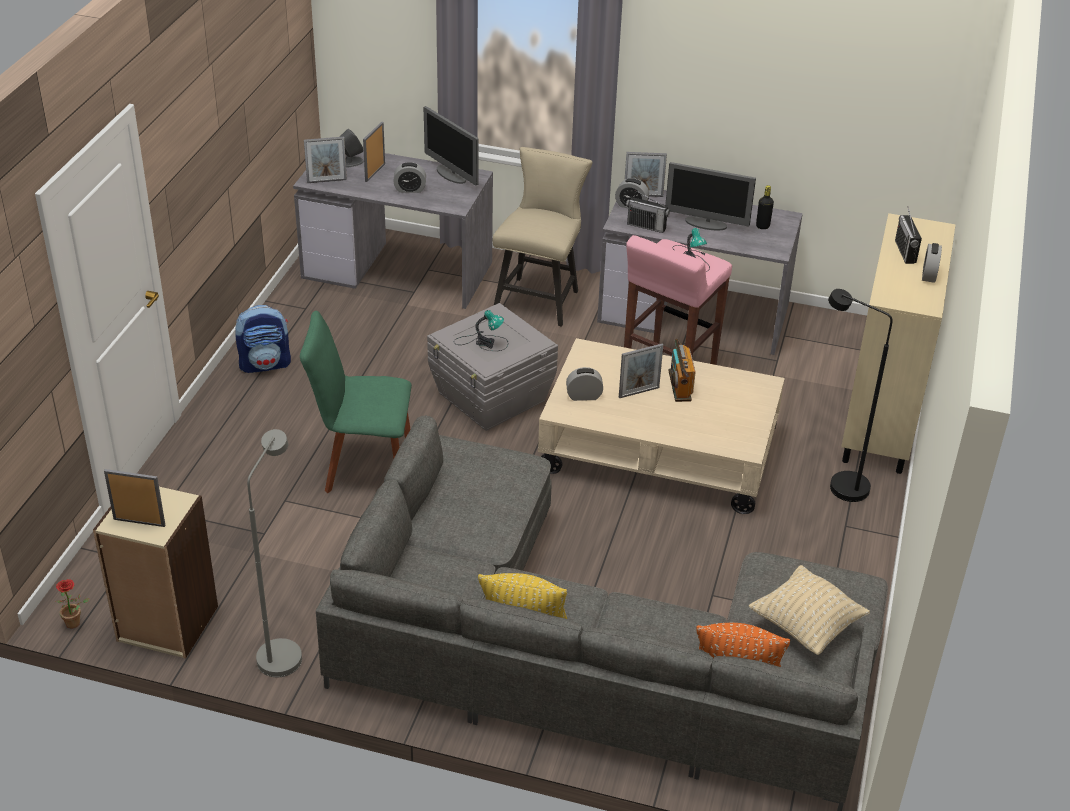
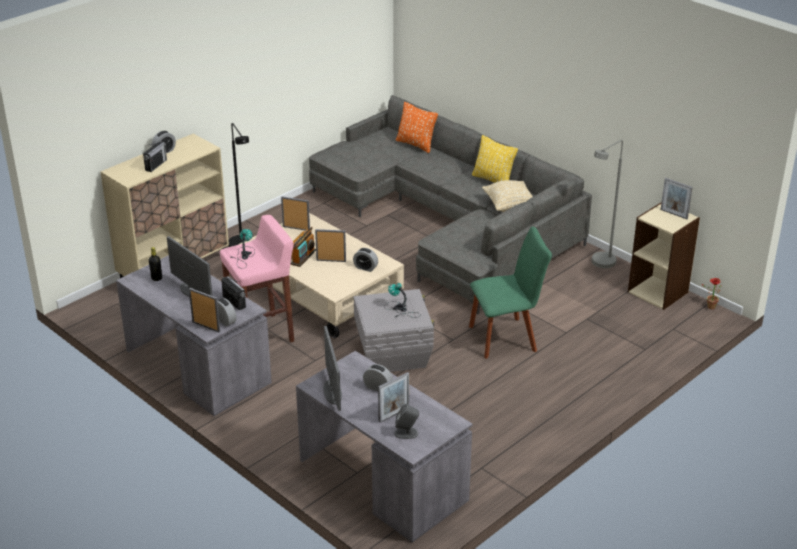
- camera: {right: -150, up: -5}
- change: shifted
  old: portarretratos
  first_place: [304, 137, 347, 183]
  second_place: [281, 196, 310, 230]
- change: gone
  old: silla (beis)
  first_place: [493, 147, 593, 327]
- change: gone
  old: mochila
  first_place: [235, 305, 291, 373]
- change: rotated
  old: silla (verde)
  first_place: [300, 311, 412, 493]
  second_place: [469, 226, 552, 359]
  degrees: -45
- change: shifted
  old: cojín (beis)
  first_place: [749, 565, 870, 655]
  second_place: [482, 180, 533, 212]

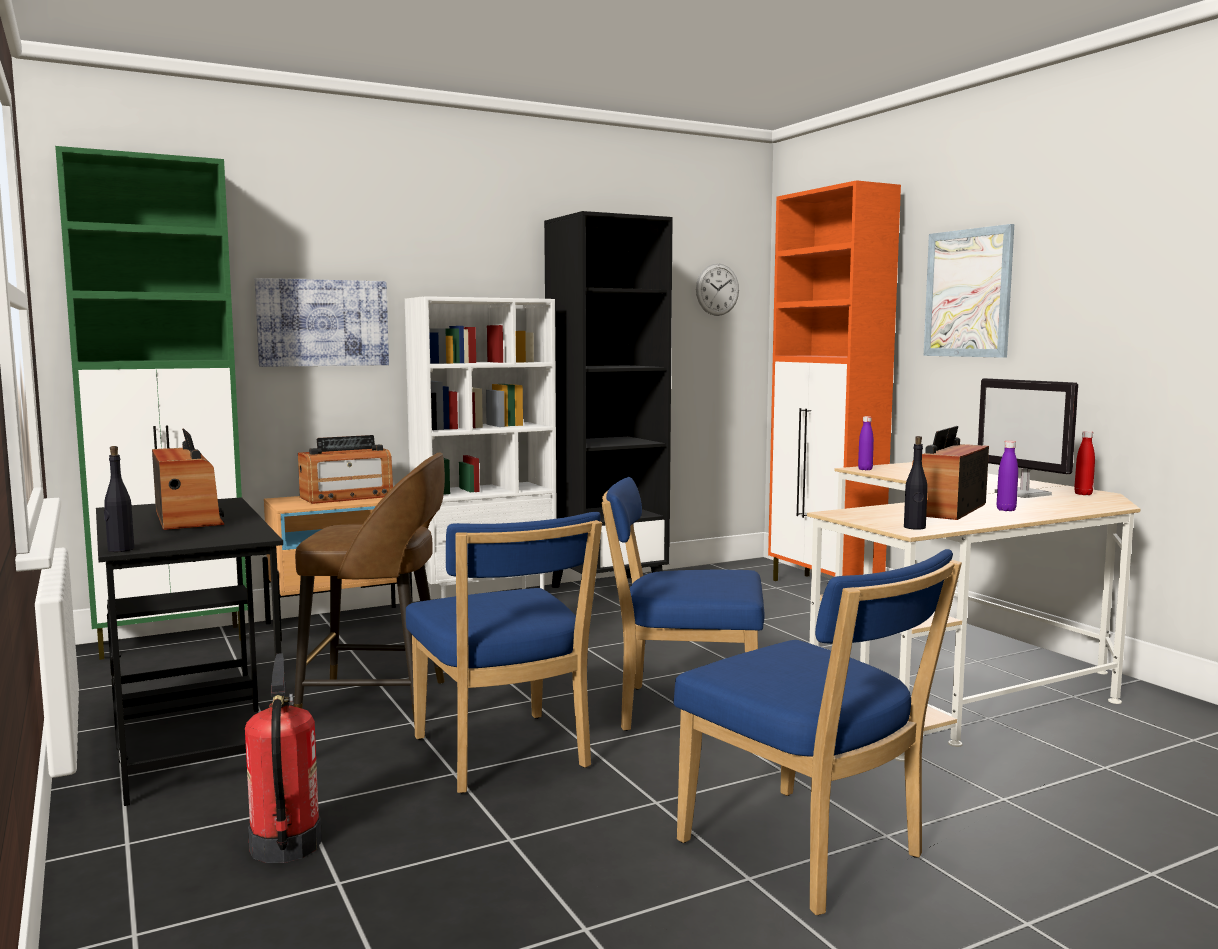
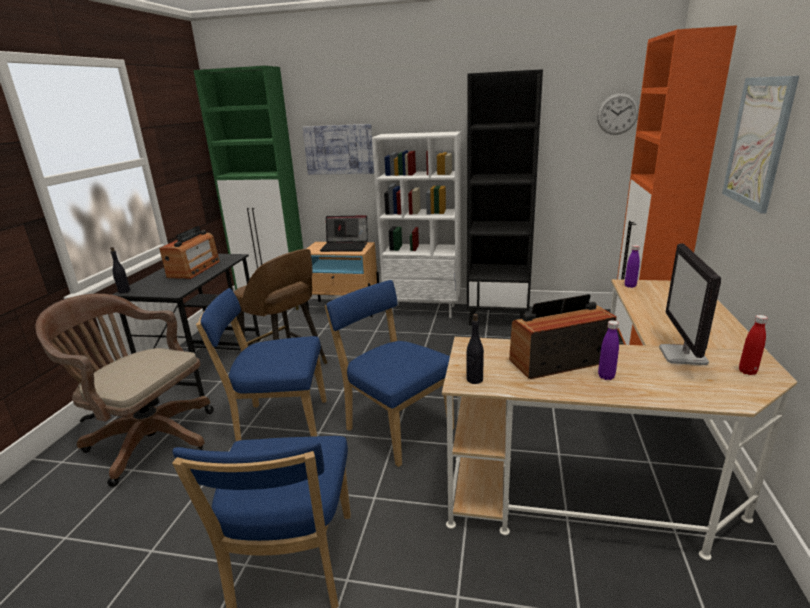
- camera: {right: 40, up: 15}
- change: swapped
  old: radio
  new: portátil
  first_place: [298, 435, 393, 504]
  second_place: [320, 215, 368, 252]
- change: rotated
  old: silla (azul)
  first_place: [406, 512, 602, 793]
  second_place: [196, 288, 326, 441]
  degrees: 75
- change: swapped
  old: extintor
  new: silla de oficina (marrón)
  first_place: [245, 653, 322, 863]
  second_place: [36, 294, 214, 487]

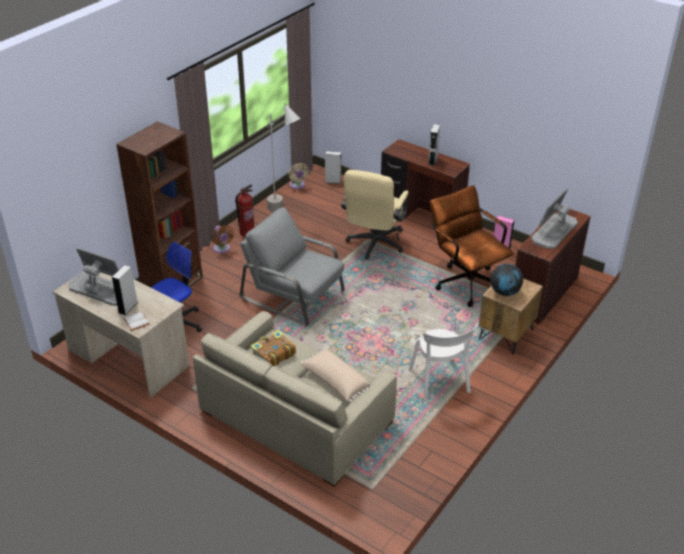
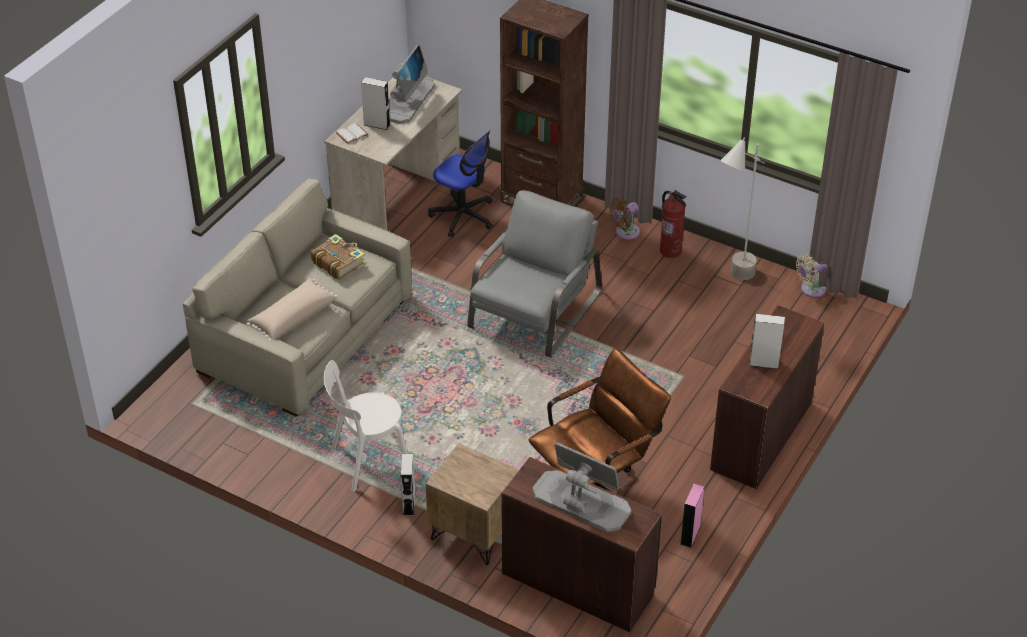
- camera: {right: 85, up: 5}
- change: shifted
  old: altavoz (gris)
  first_place: [325, 151, 341, 184]
  second_place: [400, 454, 415, 516]
- change: gone
  old: silla de oficina (beis)
  first_place: [341, 170, 409, 259]
- change: gone
  old: globo terráqueo
  first_place: [490, 264, 523, 296]

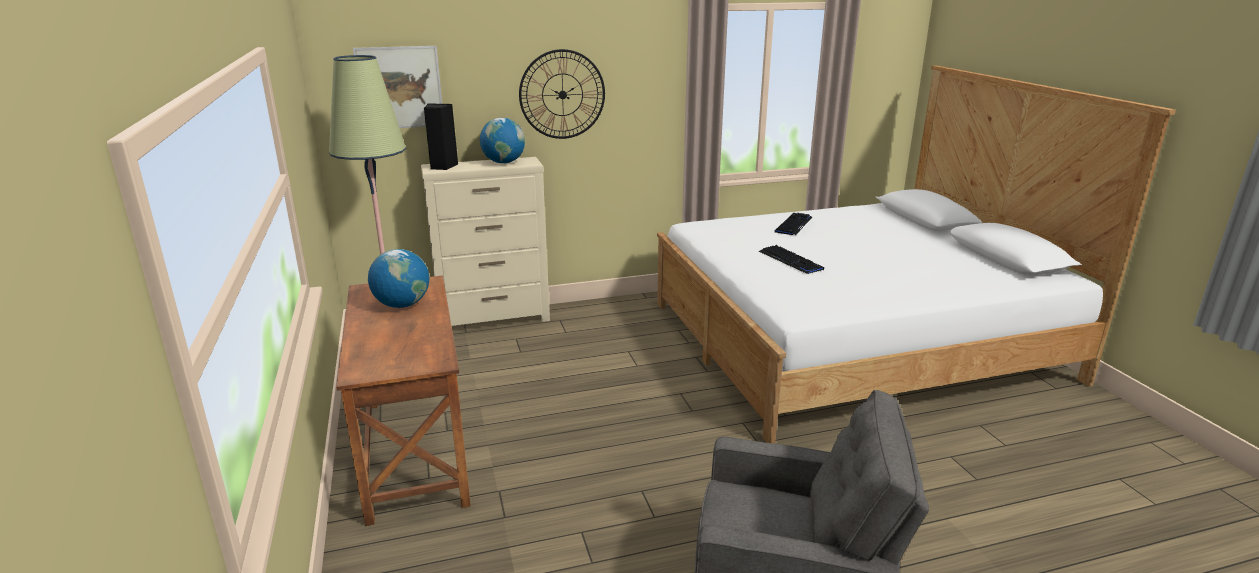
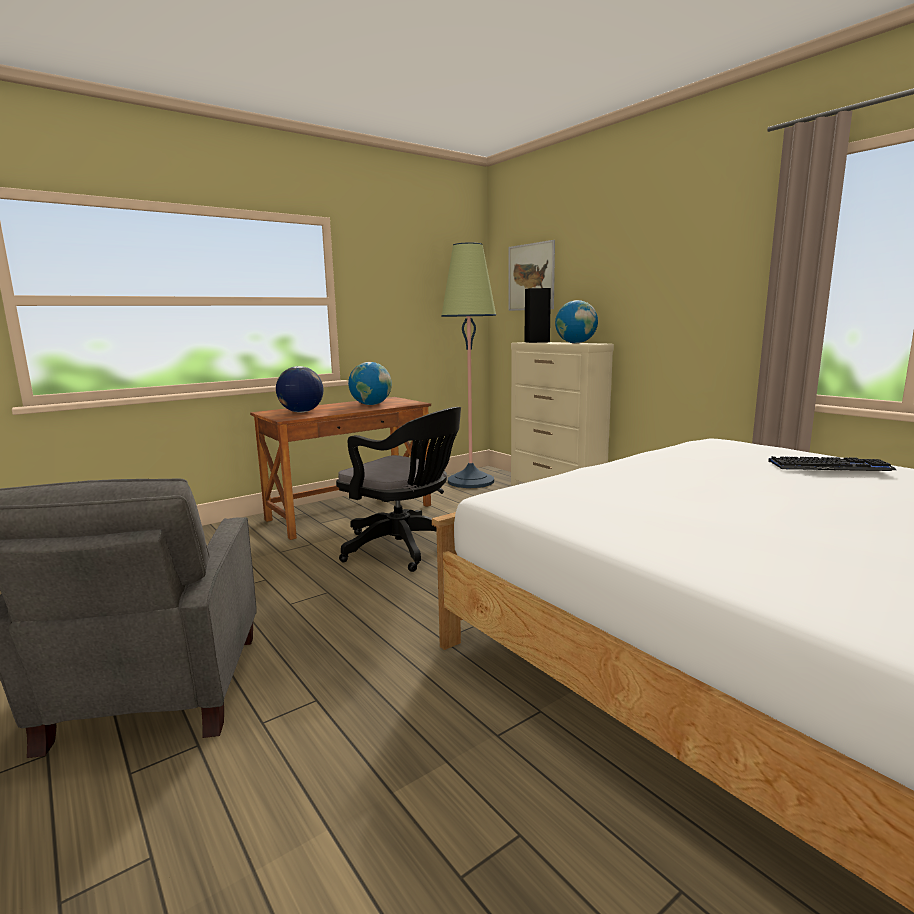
- camera: {right: 70, up: -10}
- change: gone
  old: reloj de pared
  first_place: [519, 49, 605, 139]
- change: gone
  old: teclado
  first_place: [759, 245, 824, 274]
- change: new
  new: globo terráqueo
  second_place: [276, 366, 323, 413]
- change: new
  new: silla de oficina (negro)
  second_place: [336, 407, 461, 572]

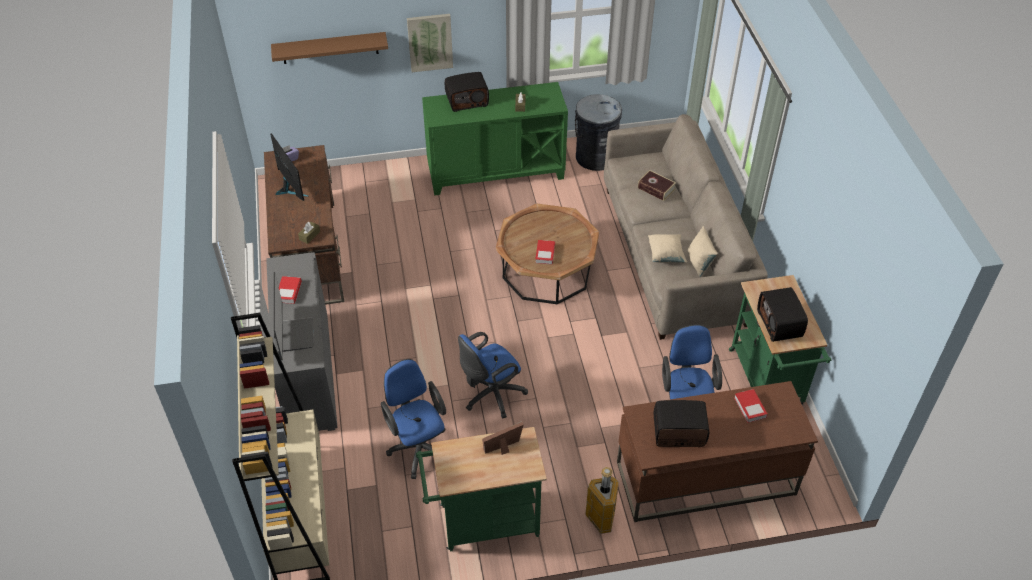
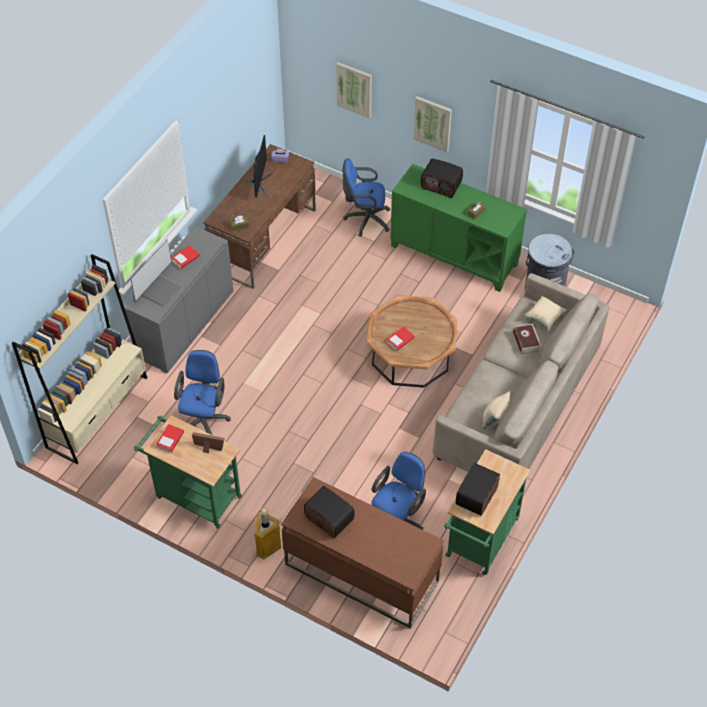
- camera: {right: 40, up: 5}
- change: swapped
  old: estante (marrón)
  new: cuadro
  first_place: [271, 32, 388, 64]
  second_place: [336, 62, 372, 119]
- change: shifted
  old: cojín (beis)
  first_place: [648, 234, 687, 263]
  second_place: [524, 296, 567, 331]
- change: shifted
  old: silla de oficina (azul)
  first_place: [458, 332, 528, 418]
  second_place: [343, 158, 390, 237]
- change: shifted
  old: libro
  first_place: [734, 389, 768, 423]
  second_place: [156, 424, 184, 453]

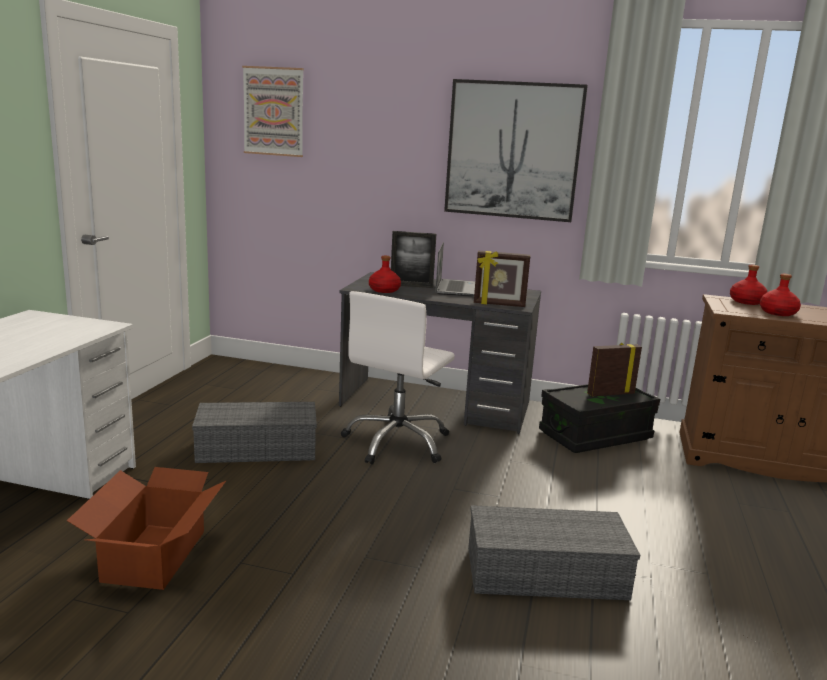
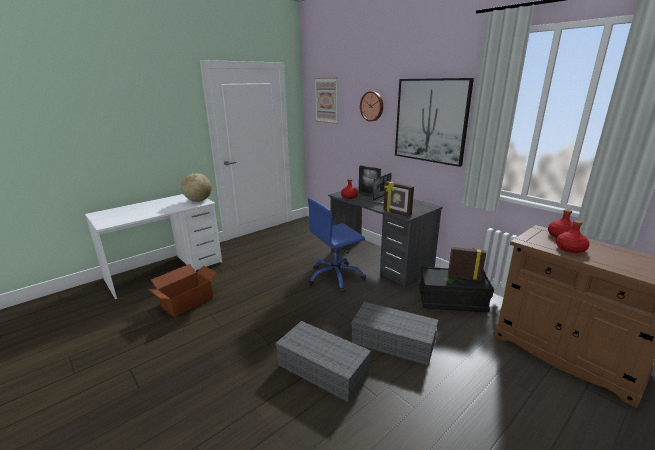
- camera: {right: 35, up: 5}
- change: repainted
  old: silla de oficina (blanco)
  new: silla de oficina (azul)
  first_place: [341, 291, 455, 464]
  second_place: [308, 198, 366, 293]
- change: shifted
  old: caja de almacenaje (gris)
  first_place: [192, 402, 317, 463]
  second_place: [351, 302, 438, 366]
- change: new
  new: reloj de pared
  second_place: [360, 91, 383, 121]
- change: new
  new: globo terráqueo
  second_place: [181, 173, 212, 202]

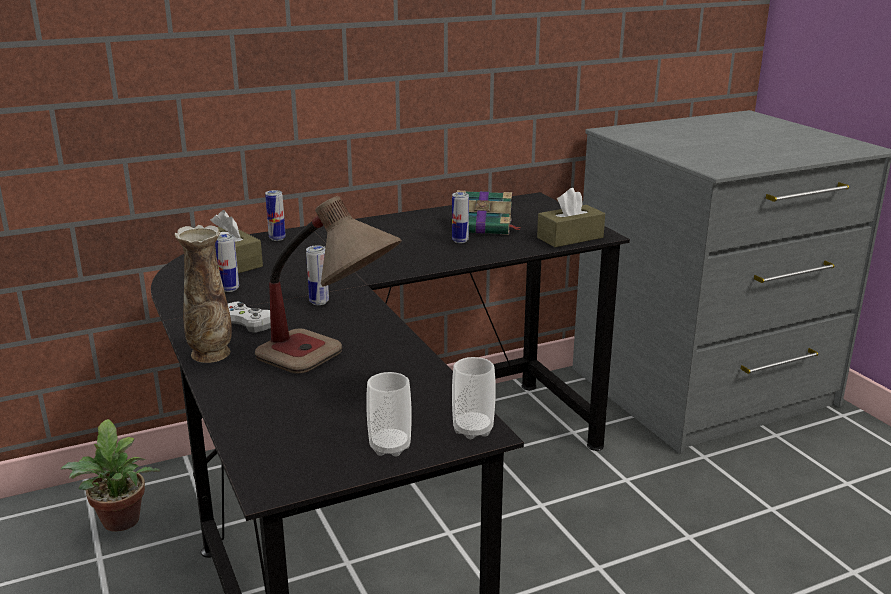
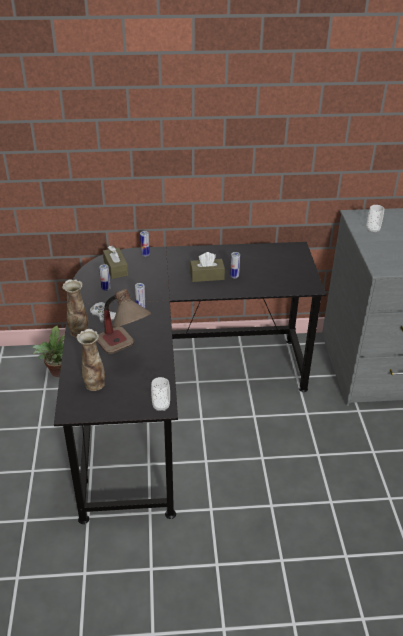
- camera: {right: 20, up: 15}
- change: shifted
  old: caja de pañuelos (marrón)
  first_place: [537, 188, 605, 247]
  second_place: [190, 252, 225, 282]
- change: gone
  old: libro
  first_place: [457, 190, 521, 235]
- change: shifted
  old: taza
  first_place: [366, 372, 412, 456]
  second_place: [366, 205, 384, 233]
- change: new
  new: florero
  second_place: [77, 329, 105, 391]

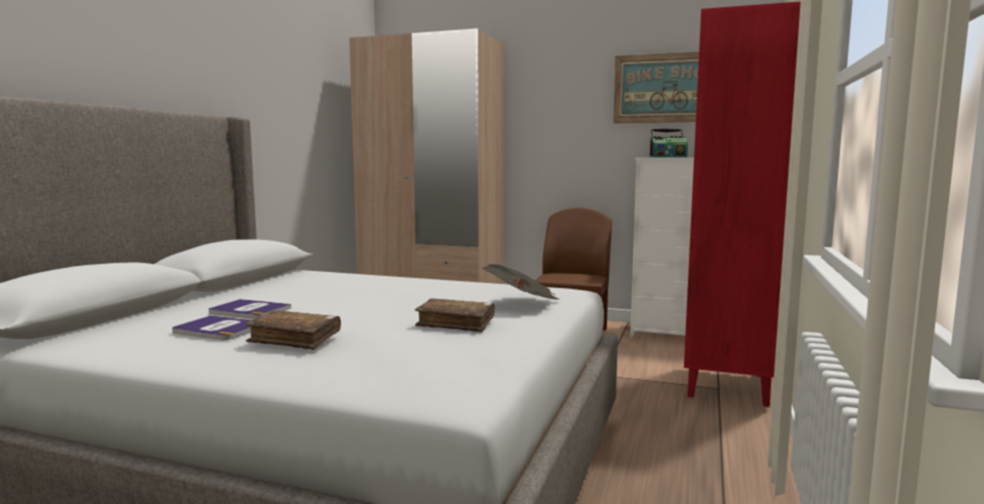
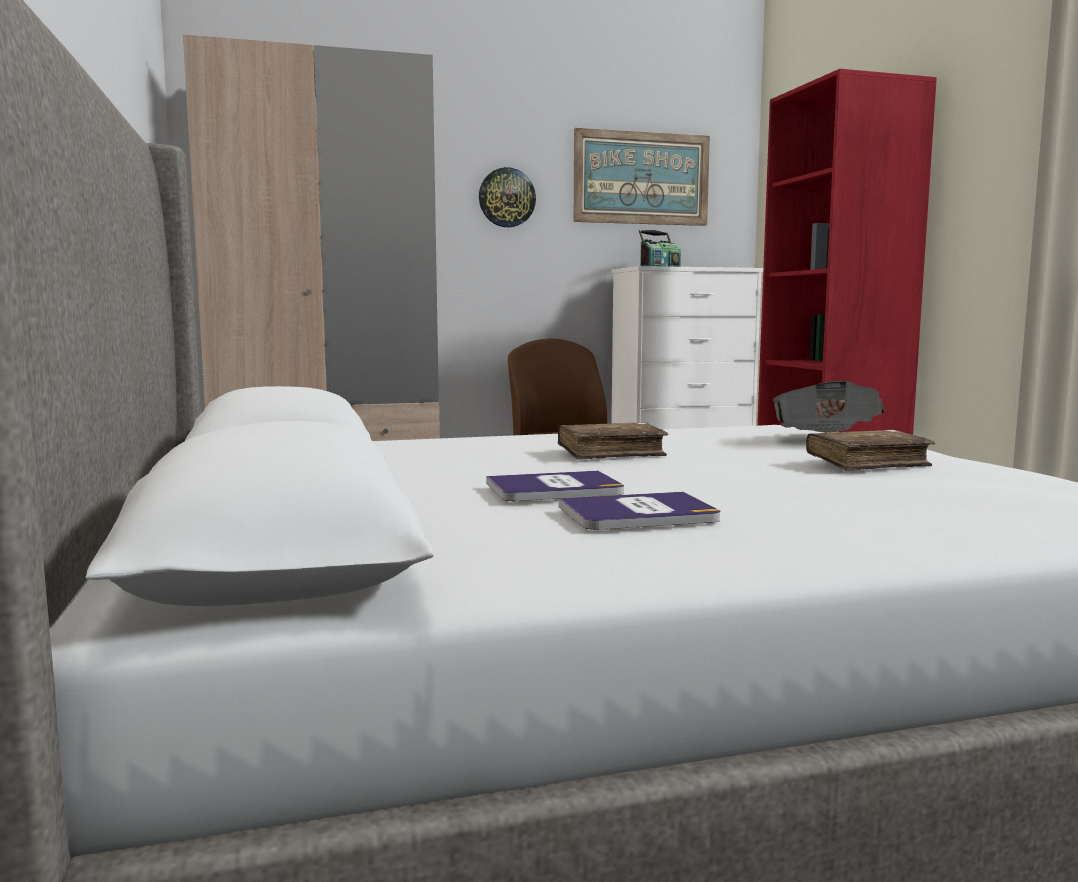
- camera: {right: -35, up: 0}
- change: shifted
  old: libro (marrón)
  first_place: [245, 310, 341, 350]
  second_place: [557, 422, 669, 460]
- change: new
  new: reloj de pared
  second_place: [479, 167, 536, 227]

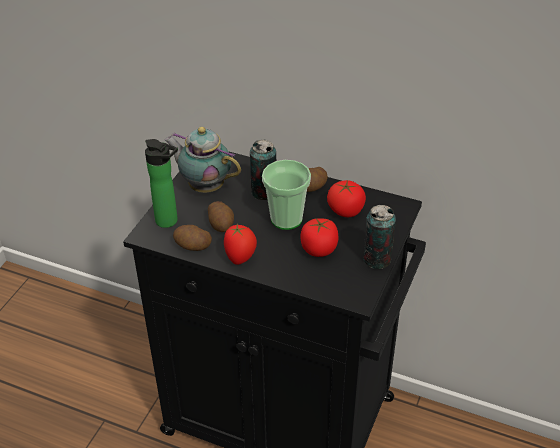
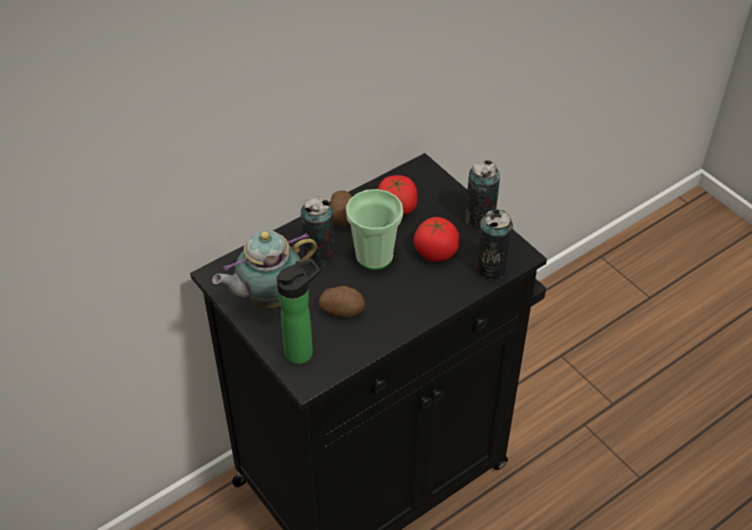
- camera: {right: -60, up: 5}
- change: gone
  old: tomate
  first_place: [224, 224, 257, 265]
- change: gone
  old: patata
  first_place: [173, 225, 212, 251]
- change: new
  new: lata
  second_place: [476, 209, 513, 280]

